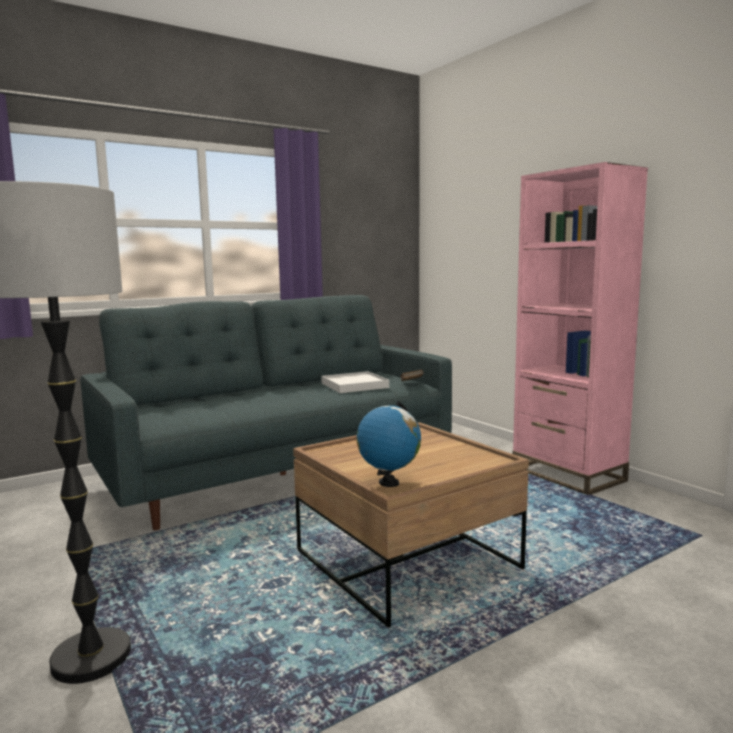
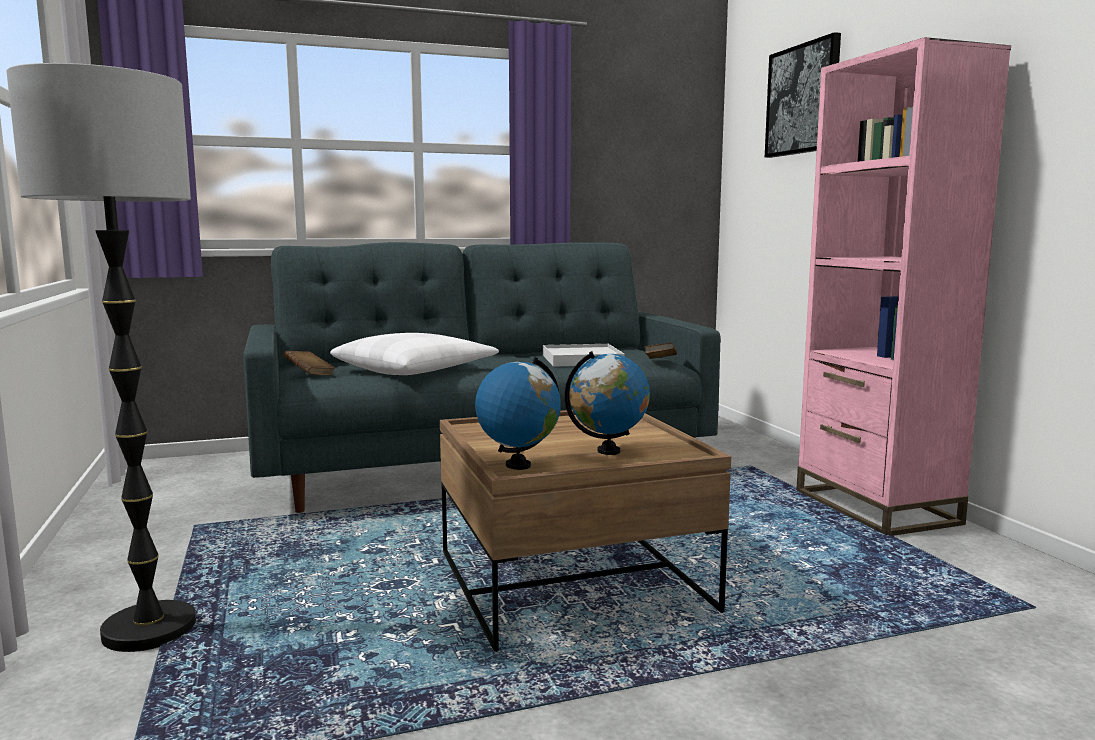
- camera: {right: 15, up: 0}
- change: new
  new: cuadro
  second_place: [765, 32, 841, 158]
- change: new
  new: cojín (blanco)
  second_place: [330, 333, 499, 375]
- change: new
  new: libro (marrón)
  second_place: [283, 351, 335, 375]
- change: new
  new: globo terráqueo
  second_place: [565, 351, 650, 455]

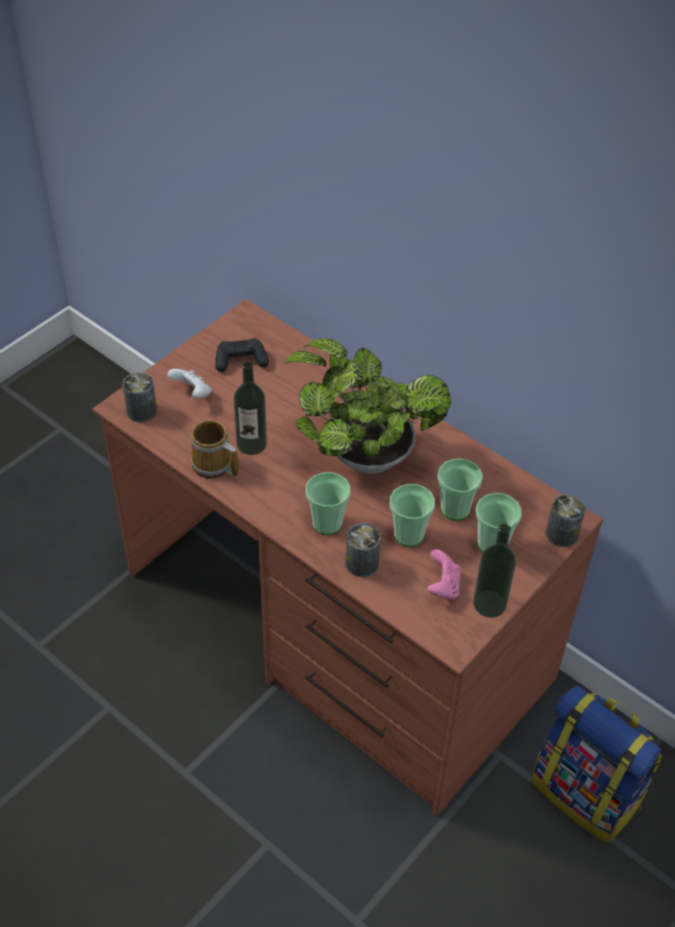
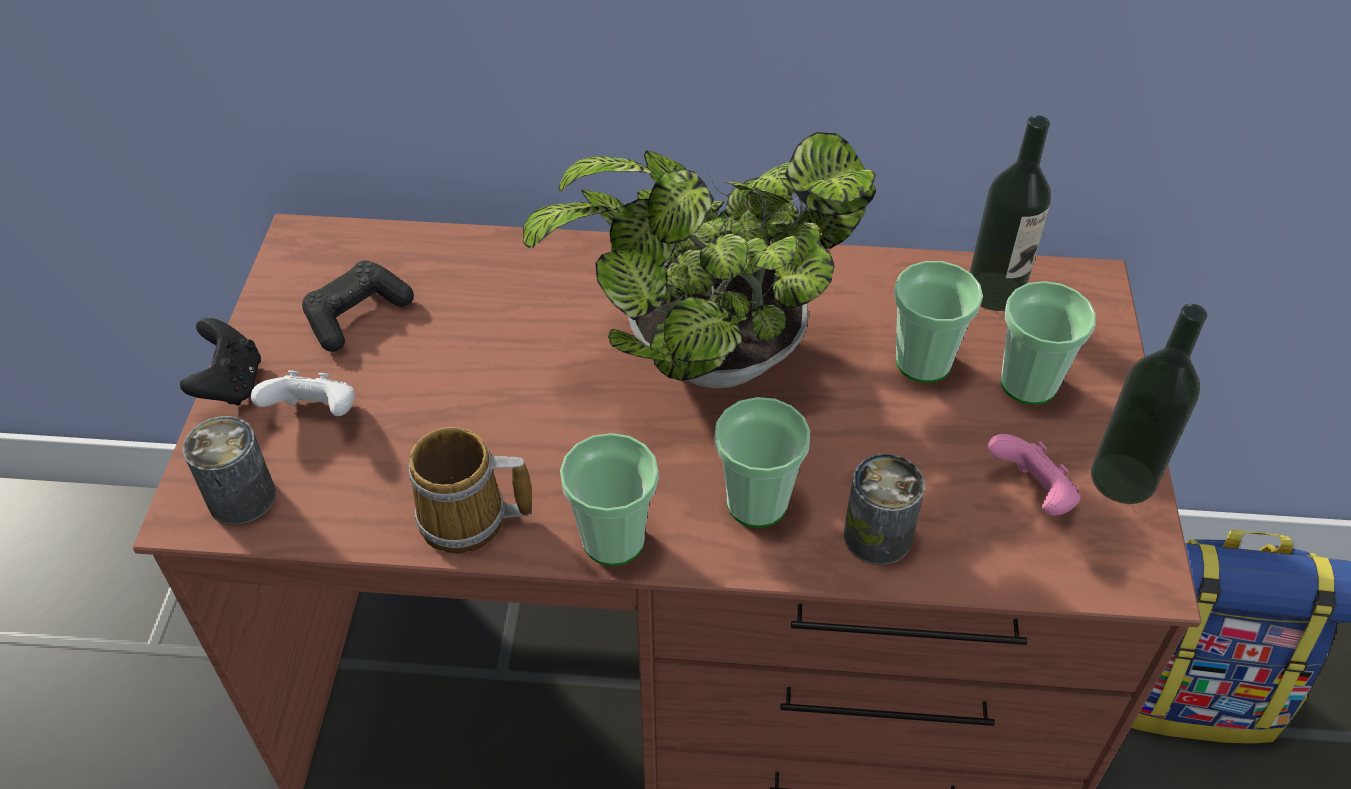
- camera: {right: -35, up: 0}
- change: shifted
  old: botella
  first_place: [234, 361, 267, 455]
  second_place: [970, 115, 1051, 311]
- change: shifted
  old: taza
  first_place: [390, 484, 435, 547]
  second_place: [560, 433, 659, 566]
- change: gone
  old: lata
  first_place: [546, 494, 586, 547]
- change: new
  new: mando de consola (negro)
  second_place: [180, 318, 261, 405]

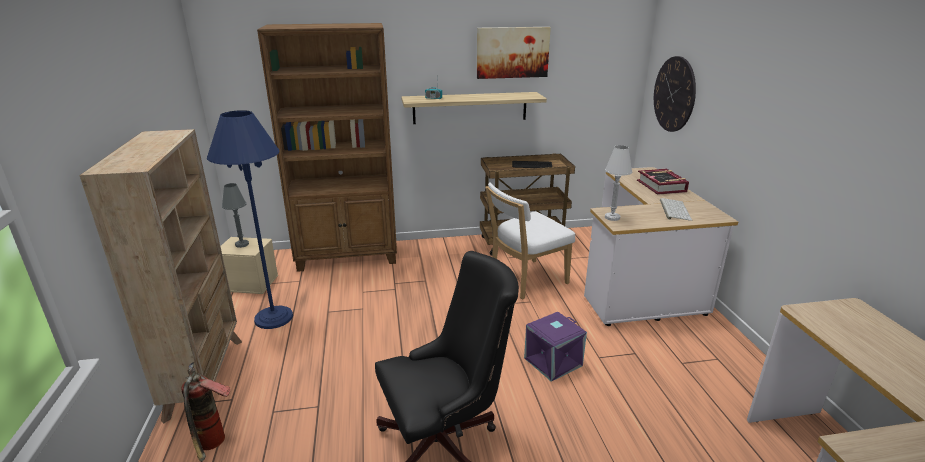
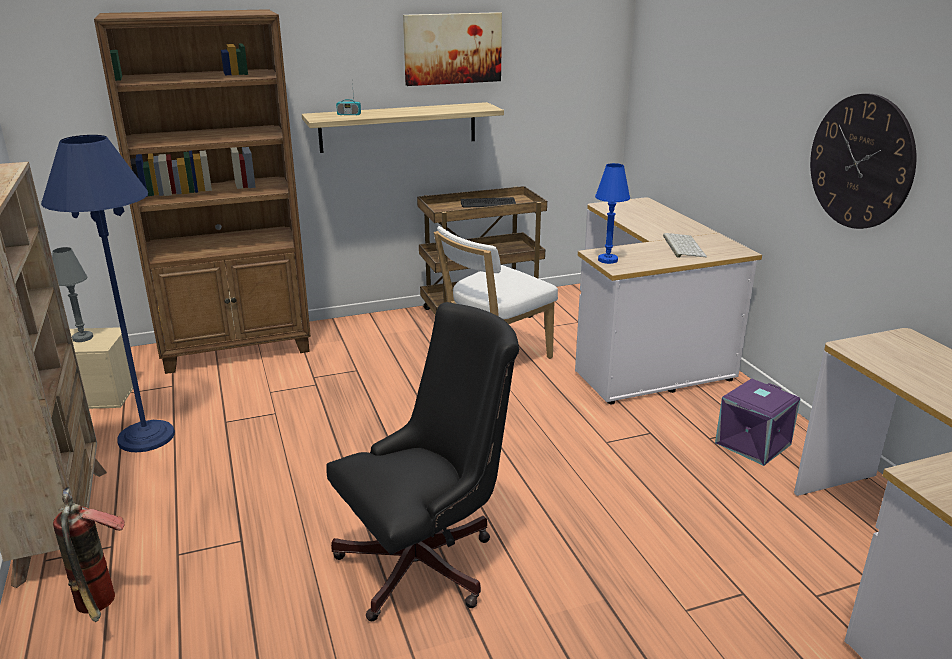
- camera: {right: -10, up: 0}
- change: shifted
  old: reloj de pared
  first_place: [654, 56, 696, 132]
  second_place: [810, 93, 916, 229]
- change: repainted
  old: lámpara de mesa (blanco)
  new: lámpara de mesa (azul)
  first_place: [605, 145, 632, 221]
  second_place: [595, 163, 630, 264]
- change: gone
  old: libro
  first_place: [637, 169, 689, 195]
- change: shifted
  old: caja de almacenaje (morado)
  first_place: [524, 312, 587, 382]
  second_place: [715, 378, 801, 466]

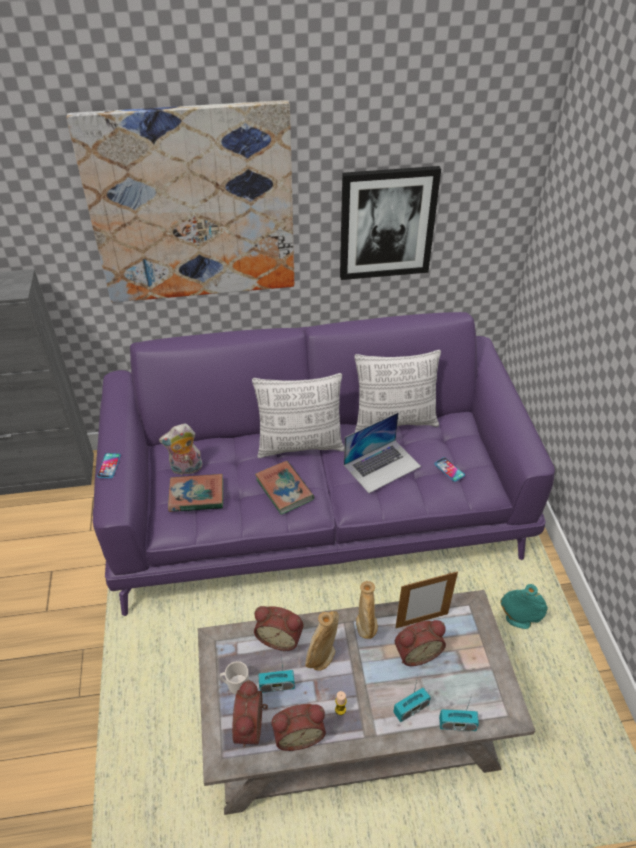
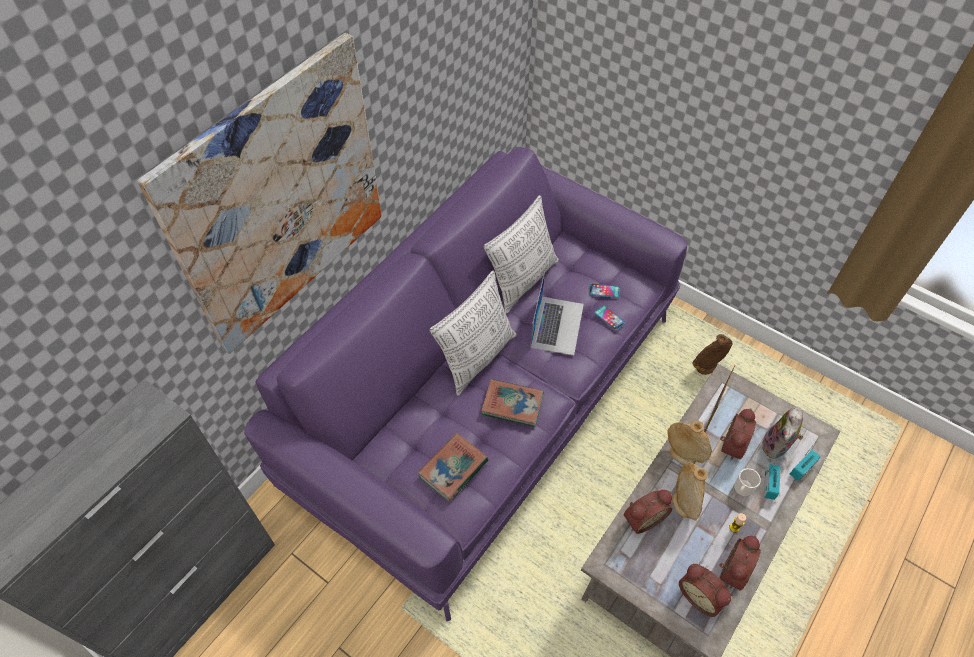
- camera: {right: -45, up: 10}
- change: gone
  old: cuadro
  first_place: [340, 166, 441, 280]
- change: shifted
  old: peluche
  first_place: [159, 424, 203, 476]
  second_place: [761, 407, 803, 459]
- change: shifted
  old: móvil
  first_place: [97, 453, 121, 478]
  second_place: [594, 305, 625, 331]
- change: repainted
  old: florero (turquesa)
  new: florero (marrón)
  first_place: [500, 584, 548, 629]
  second_place: [692, 334, 733, 375]
- change: gone
  old: radio
  first_place: [258, 654, 295, 693]
- change: shifted
  old: taza grande
  first_place: [220, 661, 249, 694]
  second_place: [734, 468, 761, 497]

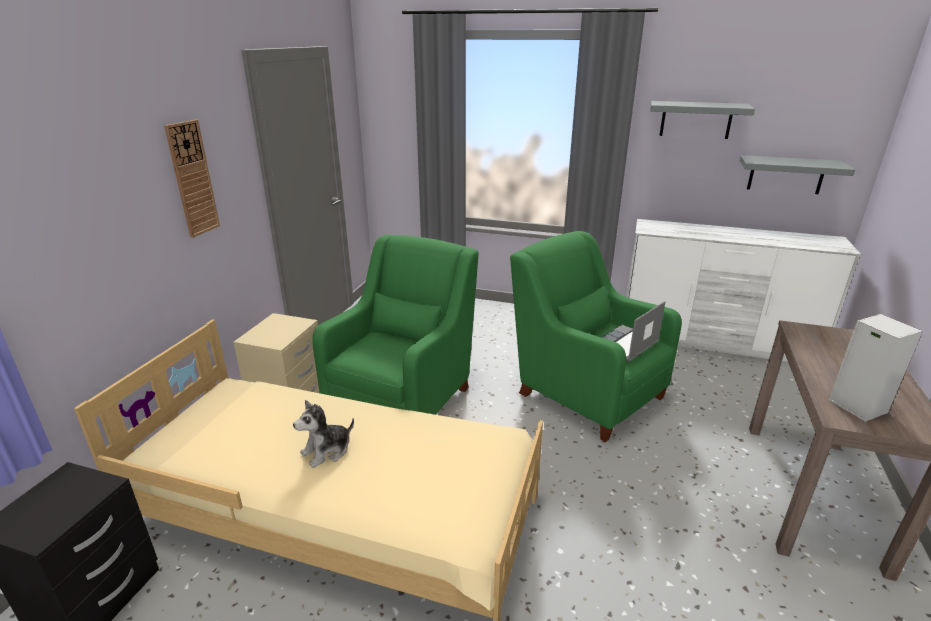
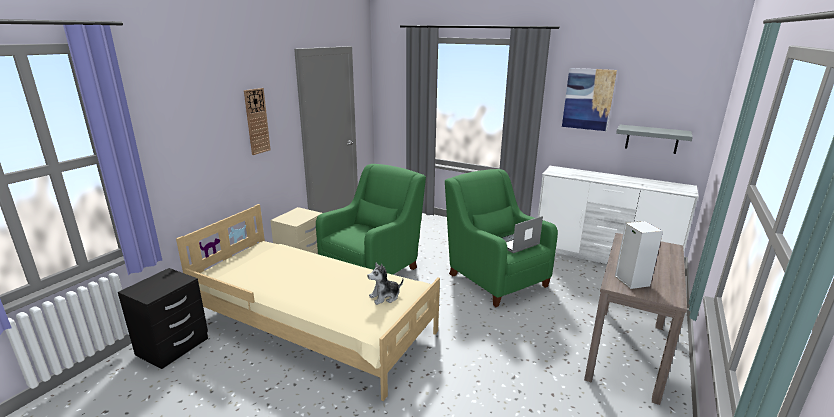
- camera: {right: 10, up: -5}
- change: swapped
  old: estante (gris)
  new: cuadro
  first_place: [650, 101, 755, 139]
  second_place: [562, 68, 617, 131]
- change: shifted
  old: peluche
  first_place: [293, 400, 354, 468]
  second_place: [367, 262, 403, 305]

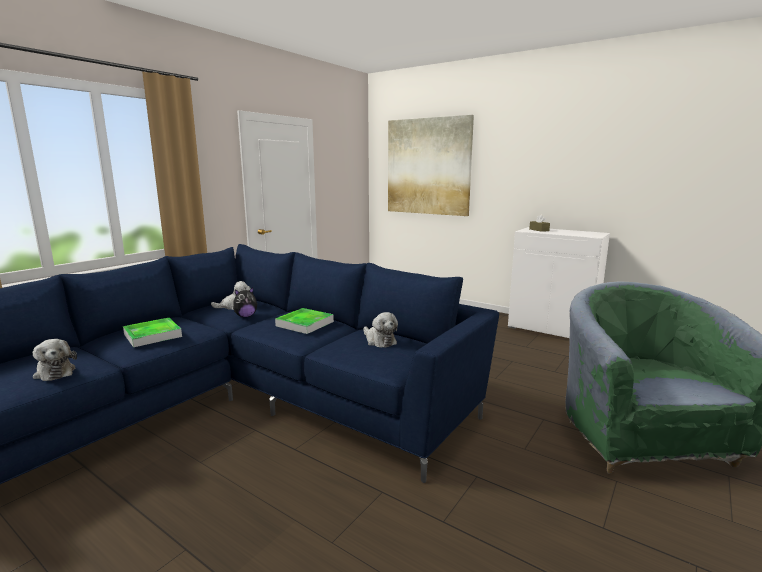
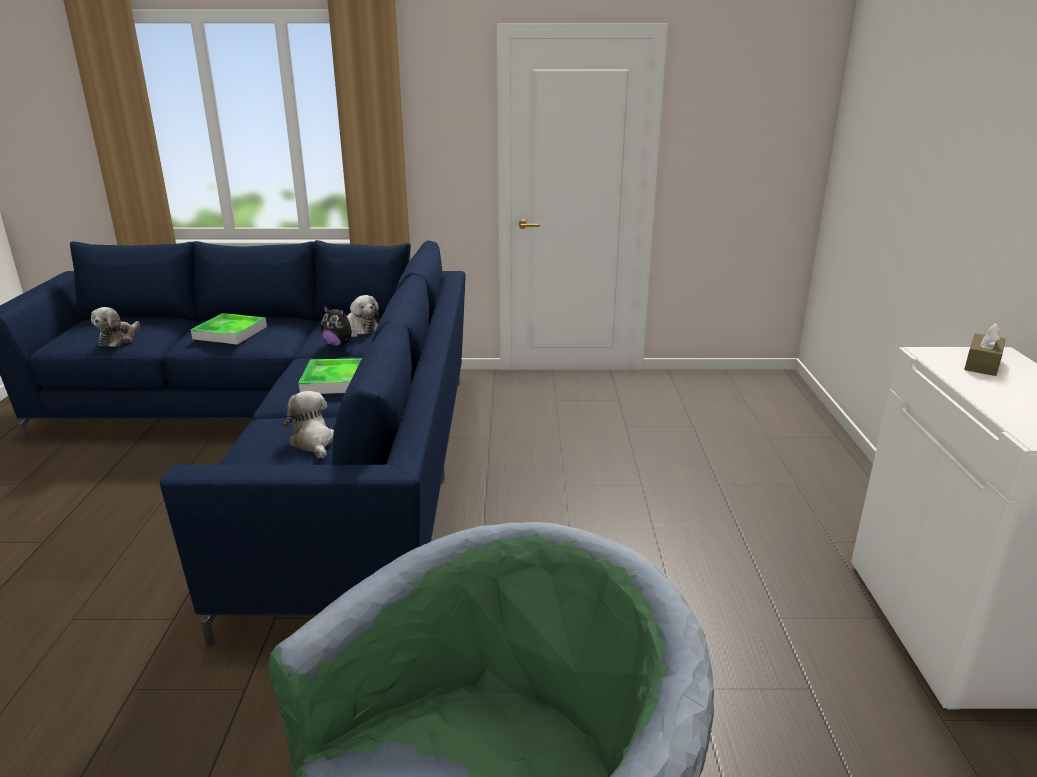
- camera: {right: 55, up: 10}
- change: gone
  old: cuadro
  first_place: [388, 115, 474, 216]
- change: rotated
  old: peluche
  first_place: [364, 312, 398, 348]
  second_place: [283, 391, 334, 459]
  degrees: 135

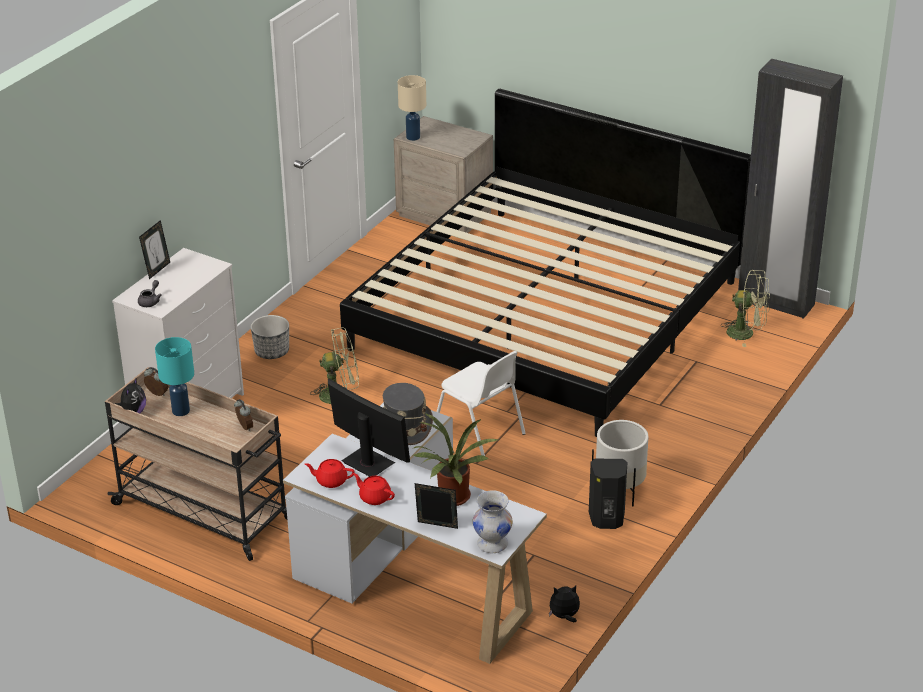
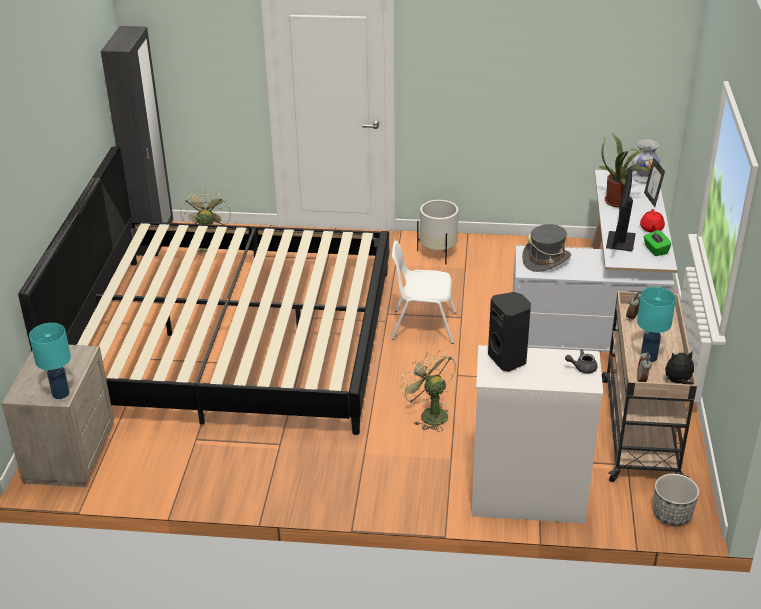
- camera: {right: -115, up: 0}
- change: repainted
  old: lámpara de mesa (beis)
  new: lámpara de mesa (turquesa)
  first_place: [398, 75, 426, 141]
  second_place: [29, 323, 71, 399]
- change: gone
  old: portarretratos
  first_place: [139, 220, 170, 279]
- change: shifted
  old: maceta
  first_place: [251, 315, 289, 359]
  second_place: [653, 474, 699, 526]
- change: rotated
  old: silla (blanco)
  first_place: [437, 351, 526, 456]
  second_place: [391, 240, 456, 344]
  degrees: -105
- change: swapped
  old: tetera (rojo)
  new: caja de pañuelos (verde)
  first_place: [305, 459, 355, 488]
  second_place: [643, 230, 671, 256]
- change: shifted
  old: altavoz (negro)
  first_place: [589, 459, 627, 529]
  second_place: [488, 292, 531, 372]
- change: gone
  old: peluche
  first_place: [549, 585, 580, 622]

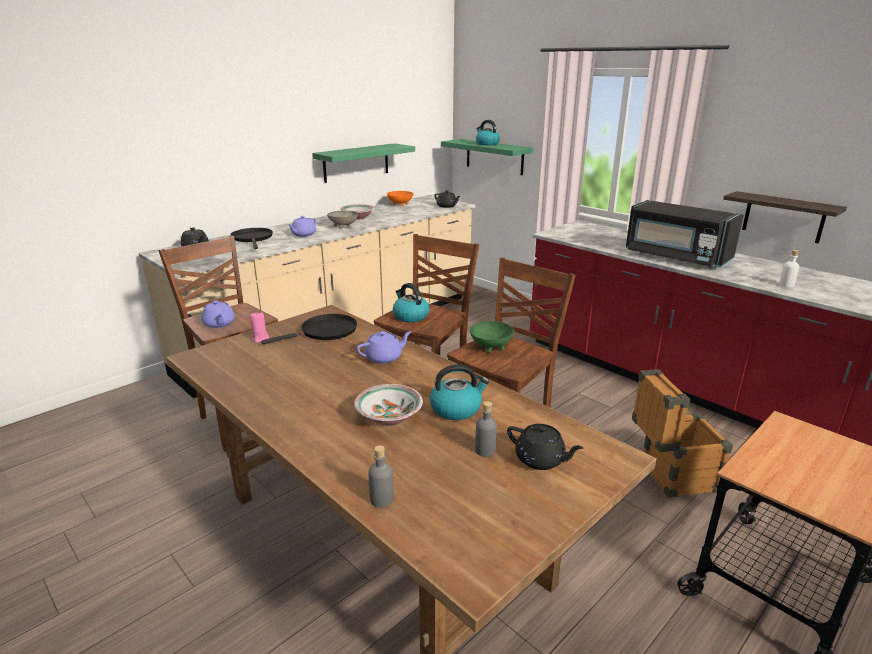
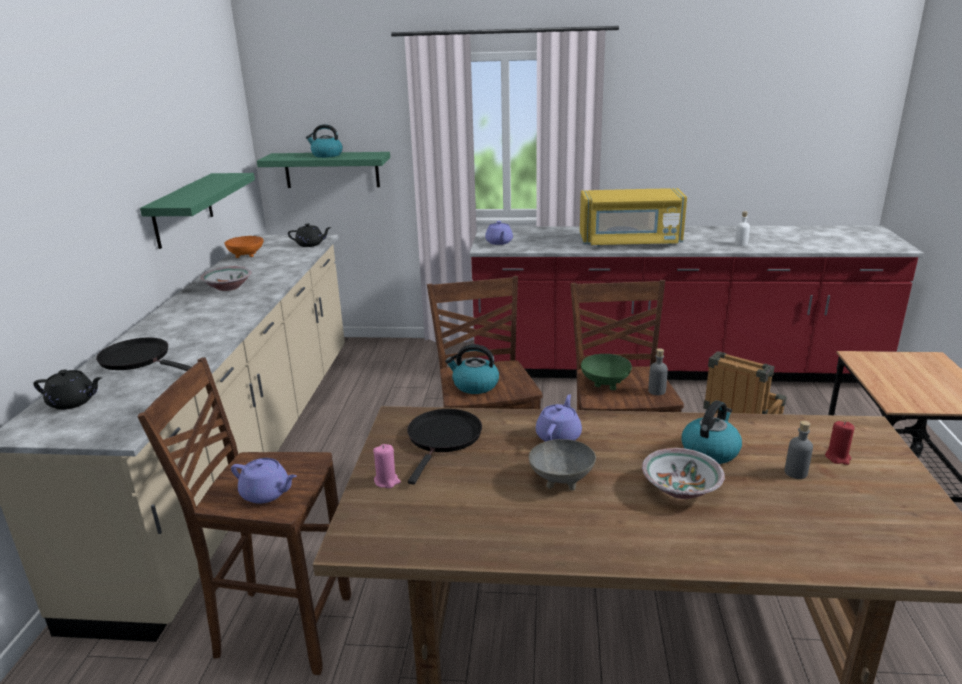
- camera: {right: -40, up: 0}
- change: gone
  old: estante
  first_place: [723, 191, 847, 243]
- change: repainted
  old: microondas (negro)
  new: microondas (amarillo)
  first_place: [626, 200, 744, 268]
  second_place: [580, 188, 687, 247]
- change: shifted
  old: cuenco (gris)
  first_place: [327, 211, 358, 229]
  second_place: [529, 439, 596, 490]
- change: shifted
  old: tetera (morado)
  first_place: [287, 216, 316, 237]
  second_place: [485, 221, 513, 245]
- change: swapped
  old: tetera (negro)
  new: vela (rojo)
  first_place: [507, 424, 583, 470]
  second_place: [825, 421, 855, 465]
- change: shifted
  old: botella (gris)
  first_place: [369, 446, 393, 508]
  second_place: [648, 348, 668, 395]

